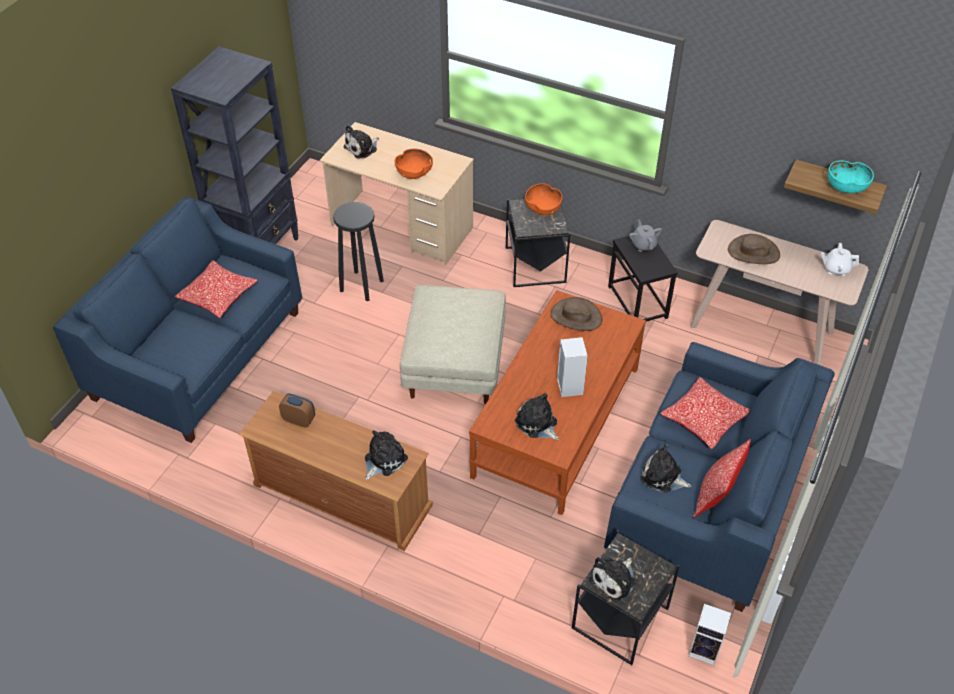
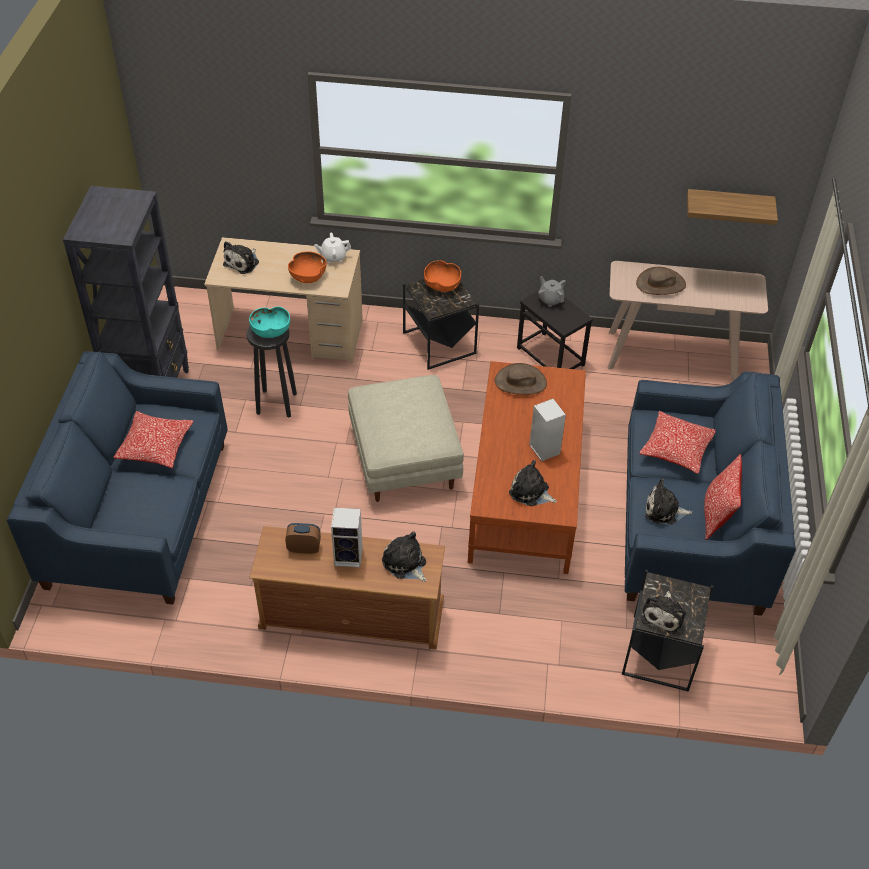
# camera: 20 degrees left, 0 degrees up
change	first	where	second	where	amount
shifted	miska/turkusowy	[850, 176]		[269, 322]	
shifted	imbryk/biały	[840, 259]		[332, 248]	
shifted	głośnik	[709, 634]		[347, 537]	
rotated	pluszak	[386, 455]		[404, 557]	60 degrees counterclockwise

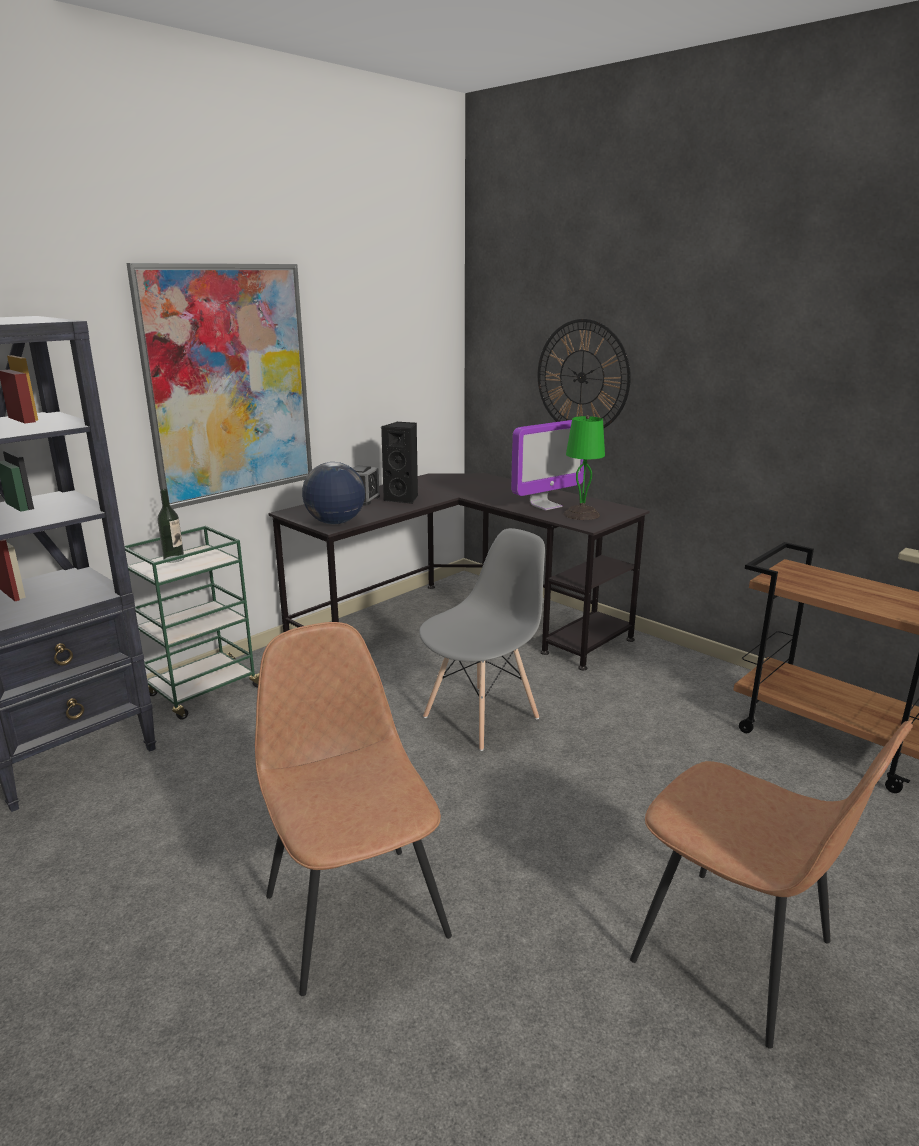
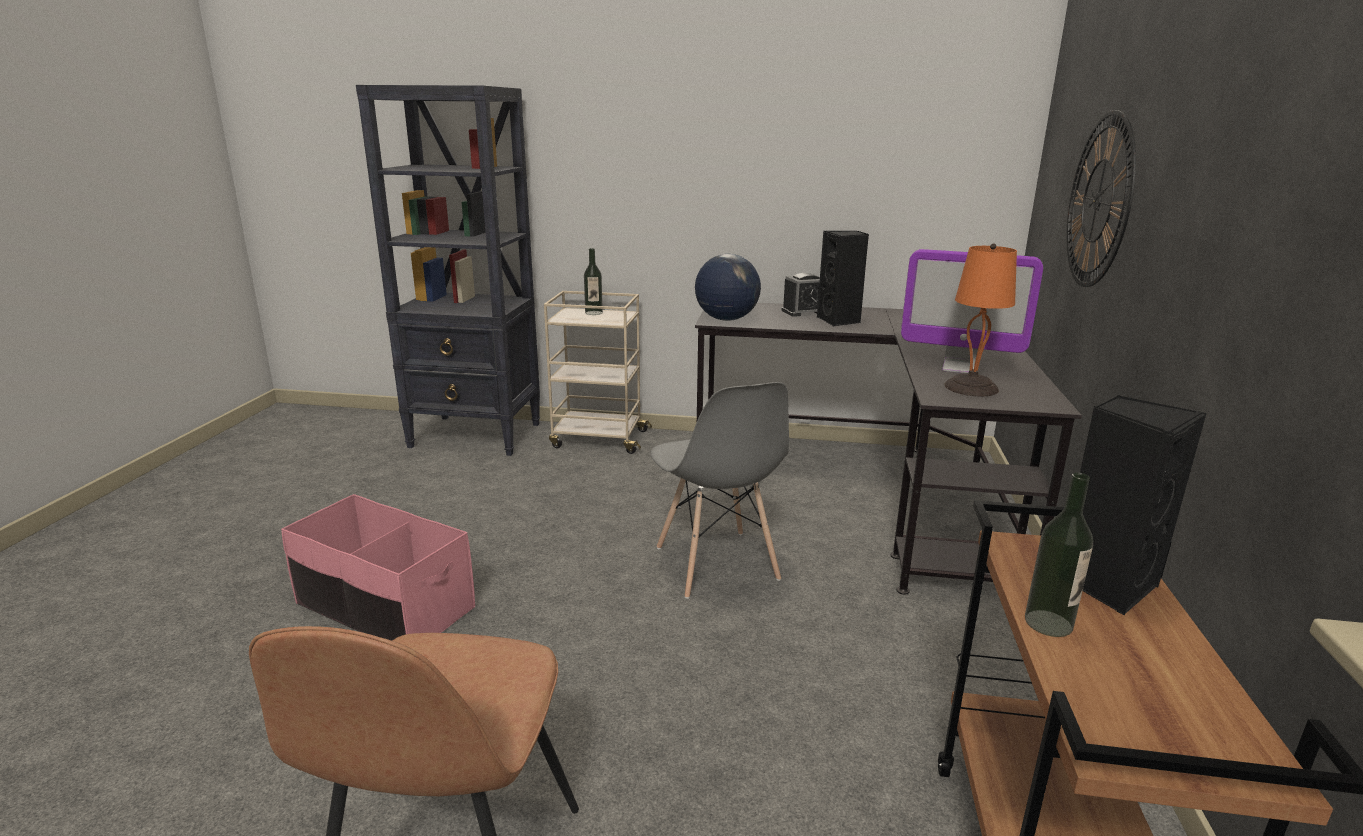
# camera: 55 degrees right, 0 degrees up
change	first	where	second	where	amount
swapped	krzesło/brązowy	[353, 809]	pojemnik do przechowywania/różowy	[378, 567]	
repainted	wózek/zielony	[191, 623]	wózek/beżowy	[598, 372]	
rotated	krzesło/szary	[482, 639]		[719, 490]	60 degrees clockwise
repainted	lampa stołowa/zielony	[584, 467]	lampa stołowa/pomarańczowy	[980, 319]	
new			butelka	[1059, 555]	
new			głośnik/czarny	[1143, 505]	
gone	obraz	[219, 386]			

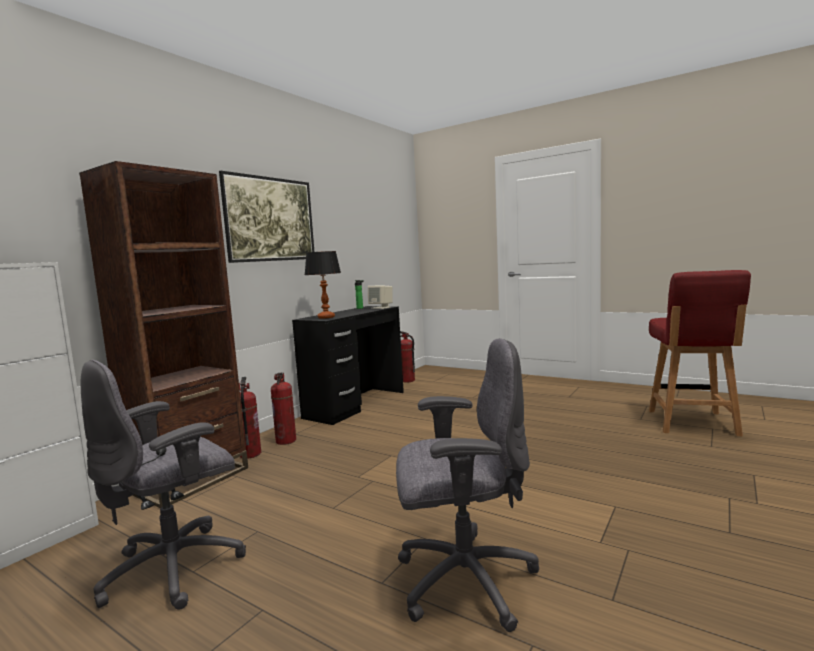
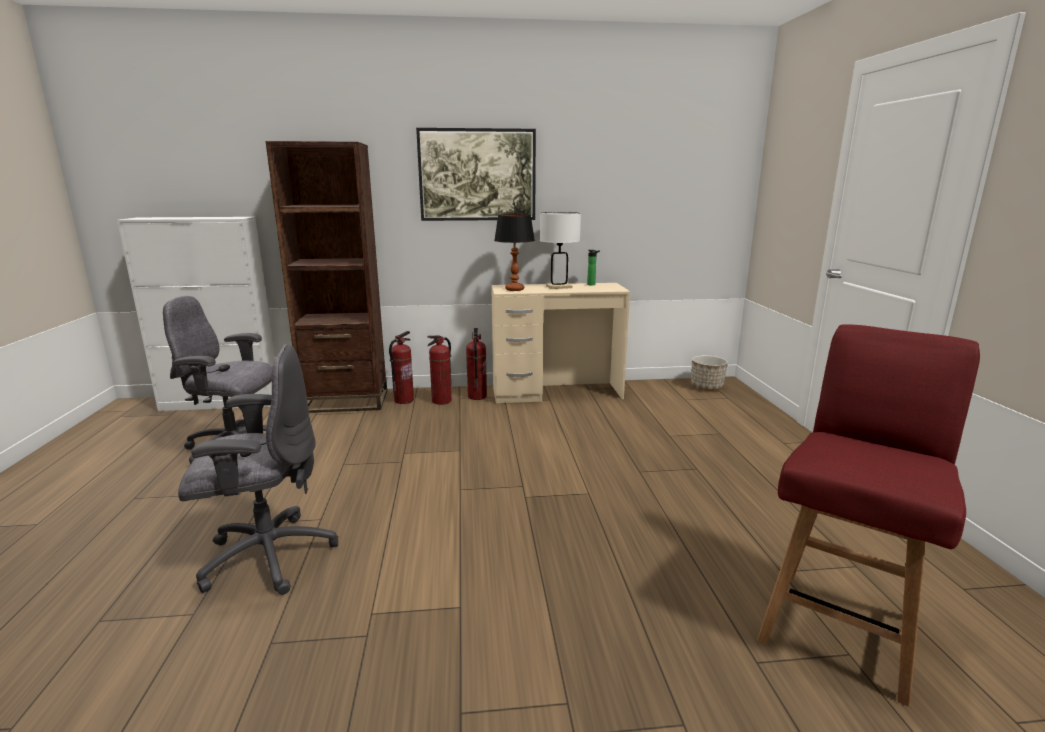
# camera: 50 degrees right, 10 degrees up
change	first	where	second	where	amount
rotated	krzesło biurowe/szary	[467, 485]		[258, 469]	60 degrees counterclockwise
shifted	gaśnica	[407, 357]		[476, 364]	
repainted	biurko/czarny	[348, 365]	biurko/beżowy	[560, 343]	
new			lampa stołowa/biały	[560, 250]	
new			donica	[709, 373]	
rotated	krzesło/czerwony	[700, 353]		[868, 515]	150 degrees clockwise
gone	głośnik/beżowy	[380, 297]			

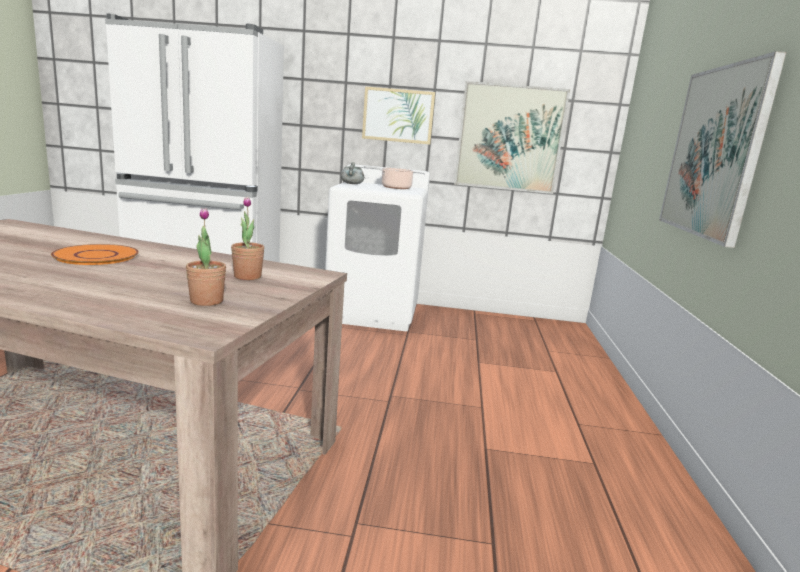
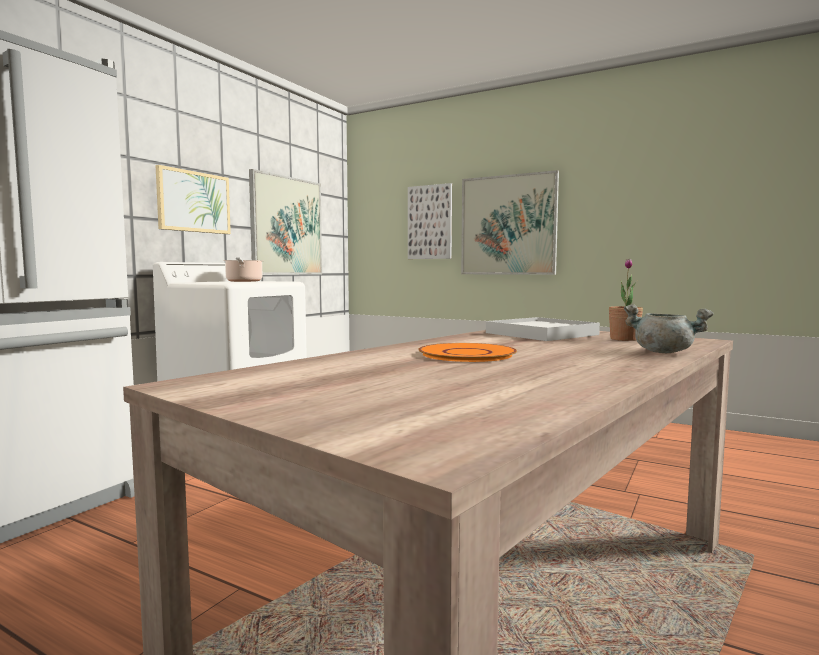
# camera: 65 degrees left, 10 degrees down
change	first	where	second	where	amount
new			obraz	[430, 221]	
swapped	roślina doniczkowa	[248, 238]	taca/biały	[543, 329]	
shifted	garnek/szary	[352, 173]		[668, 328]	

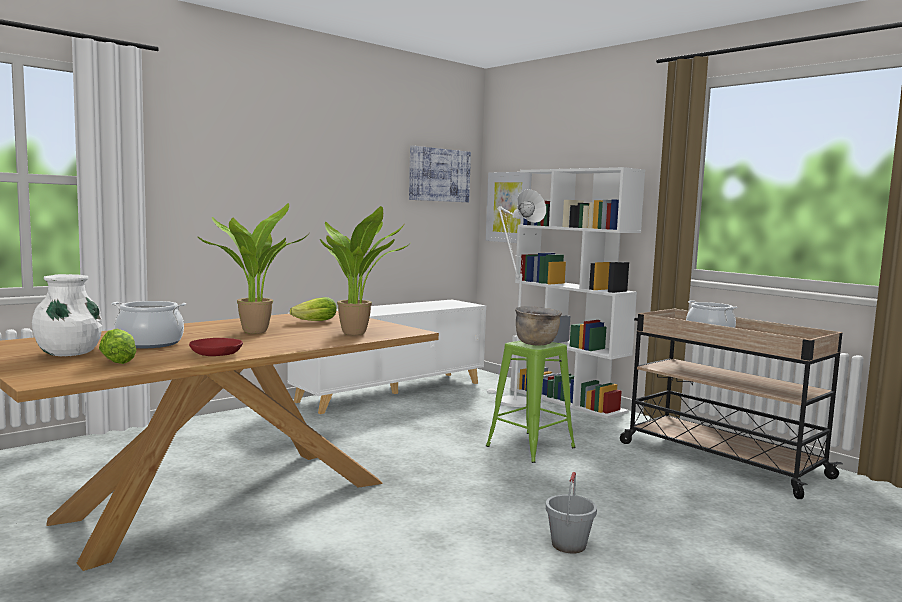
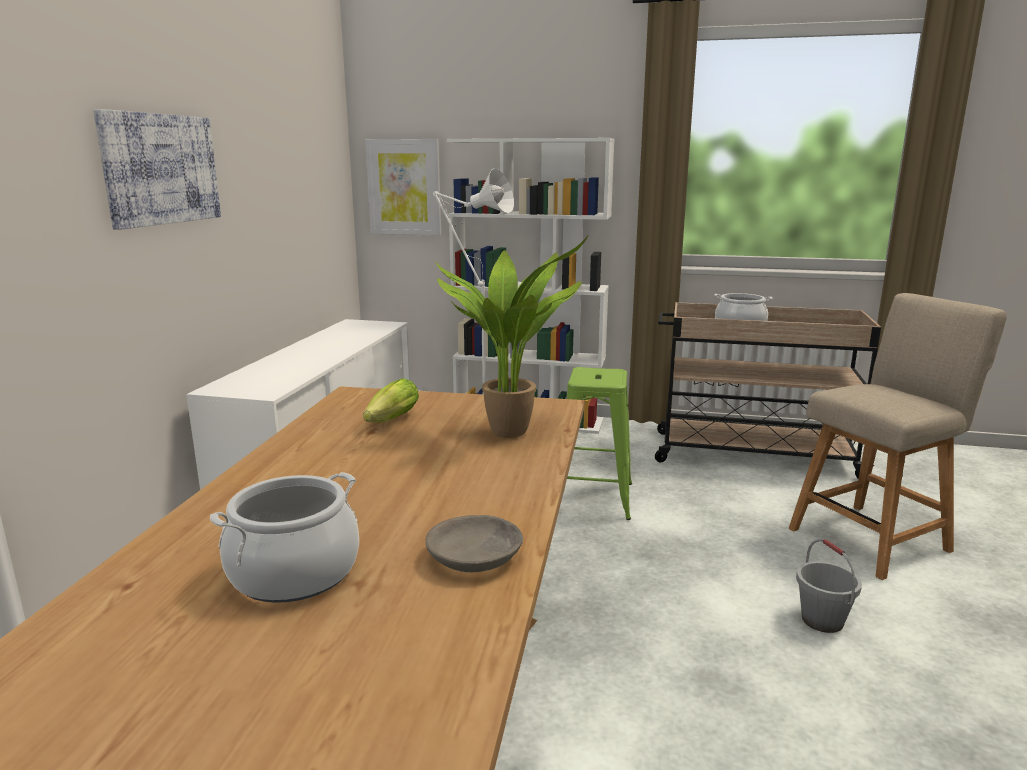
# camera: 35 degrees left, 10 degrees up
change	first	where	second	where	amount
shifted	obraz	[440, 174]		[157, 169]	
repainted	miska/czerwony	[216, 347]	miska/szary	[474, 543]	
new			krzesło/beżowy	[898, 436]	
gone	wazon/biały	[67, 315]			
gone	sałata	[118, 346]			
gone	roślina doniczkowa	[252, 268]			
gone	garnek/brązowy	[538, 326]			

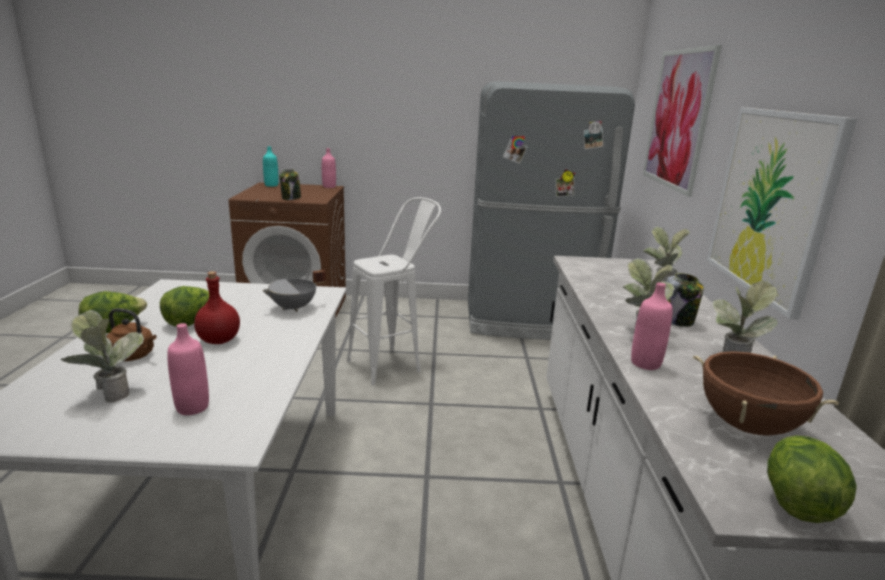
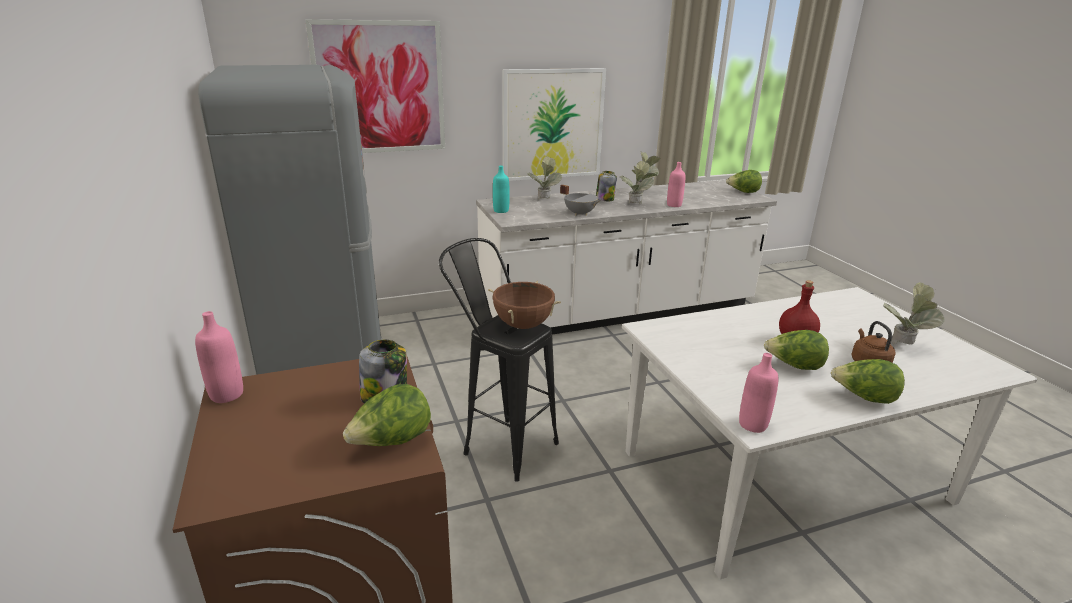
# camera: 110 degrees left, 5 degrees up
change	first	where	second	where	amount
new			sałata	[387, 415]	
repainted	stołek/biały	[394, 291]	stołek/czarny	[499, 360]	
shifted	garnek/brązowy	[766, 393]		[524, 305]	
shifted	butelka/turkusowy	[271, 166]		[501, 189]	
shifted	garnek/szary	[294, 291]		[579, 200]	
shifted	butelka/różowy	[188, 369]		[759, 393]	

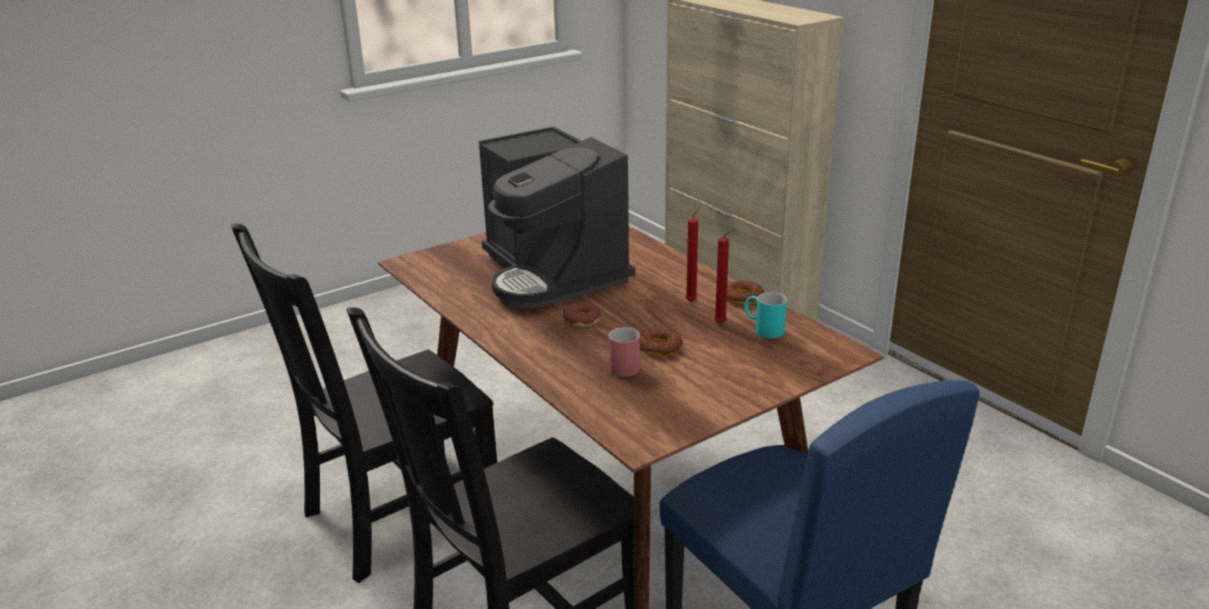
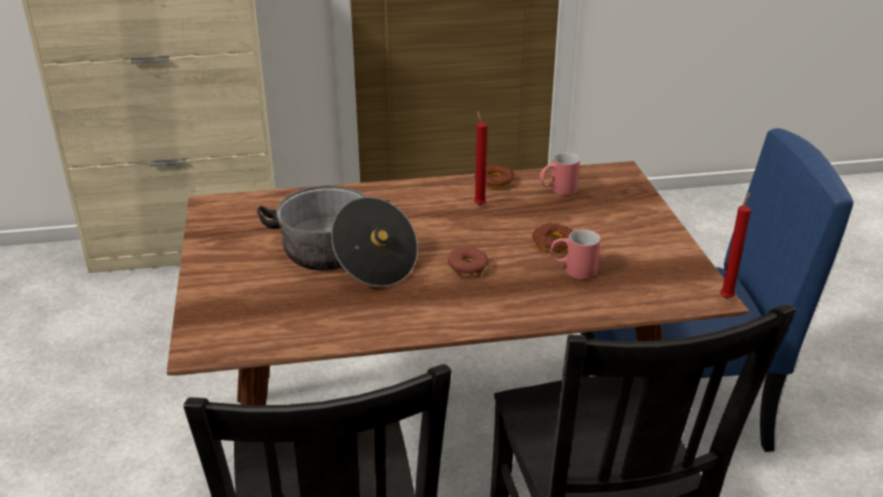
# camera: 65 degrees left, 5 degrees up
change	first	where	second	where	amount
swapped	ekspres do kawy	[557, 217]	garnek	[337, 236]	
repainted	kubek/turkusowy	[765, 315]	kubek/czerwony	[559, 174]	
shifted	świeca/czerwony	[724, 276]		[735, 245]	

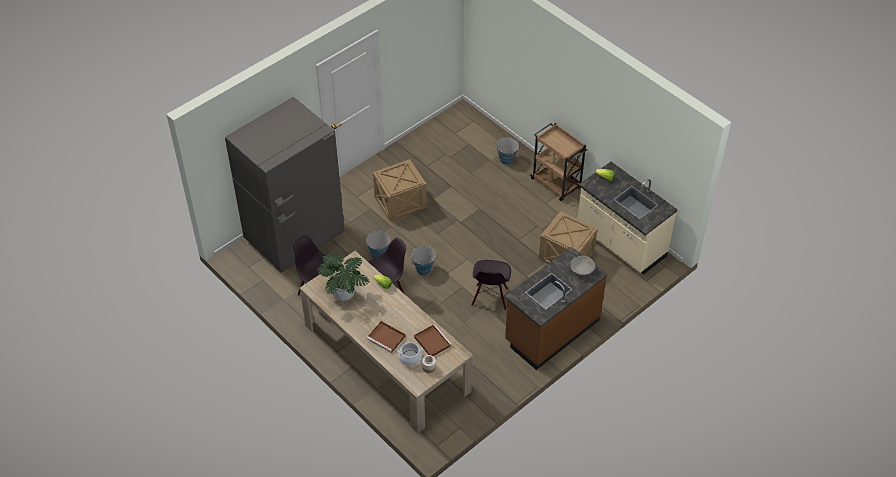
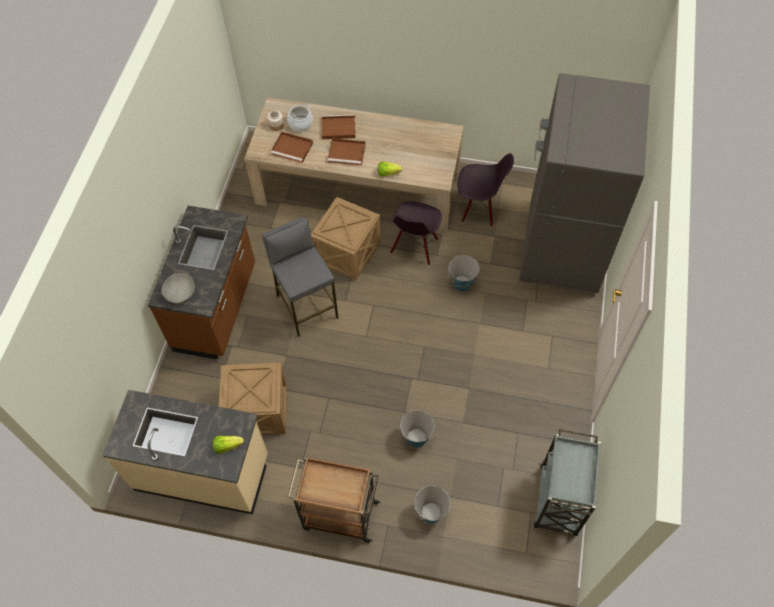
# camera: 145 degrees right, 10 degrees up
change	first	where	second	where	amount
swapped	krzesło/czarny	[491, 285]	stołek/szary	[300, 277]	
shifted	skrzynka	[400, 190]		[346, 238]	
new			taca/brązowy	[347, 152]	
shifted	wiadro	[423, 260]		[417, 429]	
new			wózek/szary	[567, 482]	
gone	roślina doniczkowa	[343, 277]			

